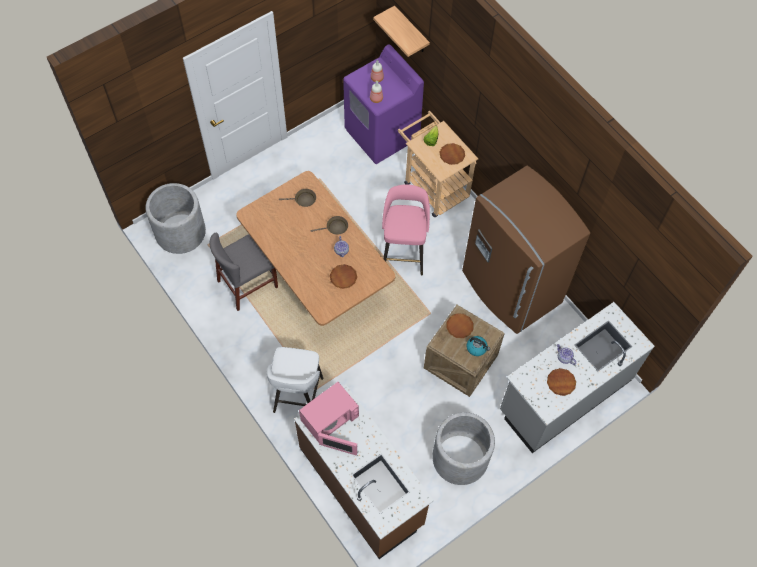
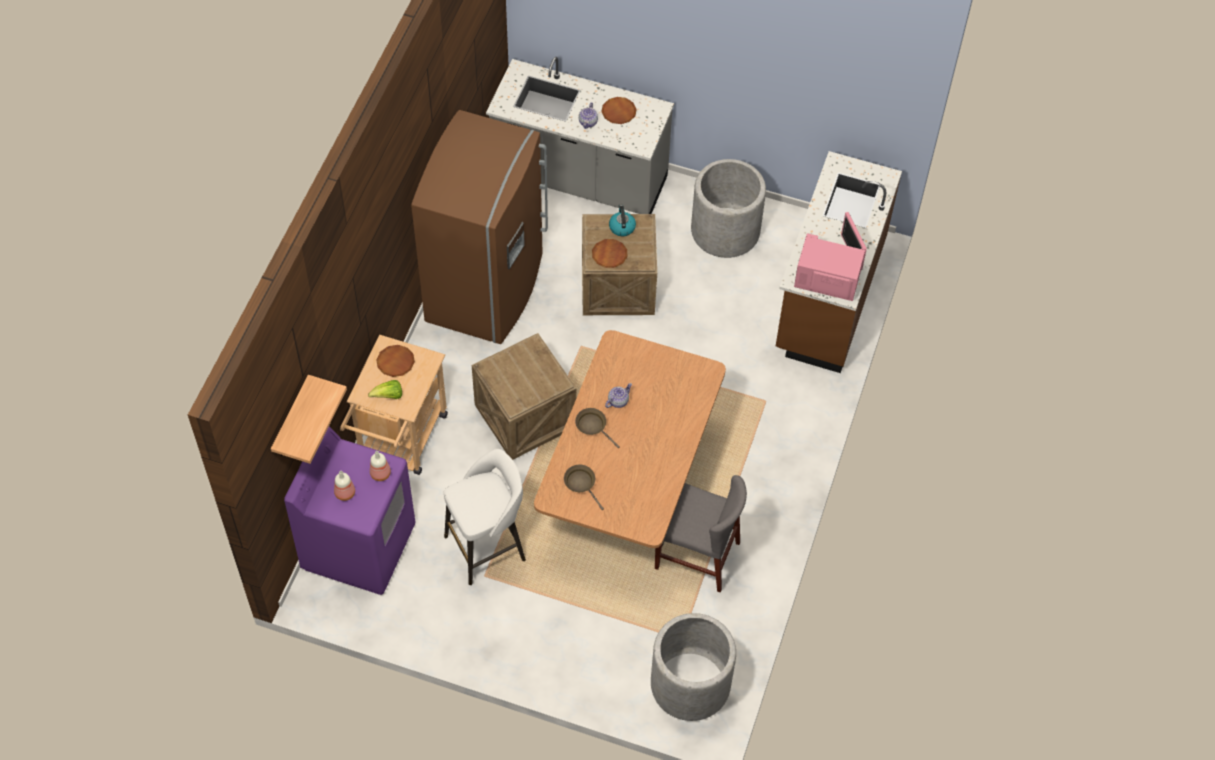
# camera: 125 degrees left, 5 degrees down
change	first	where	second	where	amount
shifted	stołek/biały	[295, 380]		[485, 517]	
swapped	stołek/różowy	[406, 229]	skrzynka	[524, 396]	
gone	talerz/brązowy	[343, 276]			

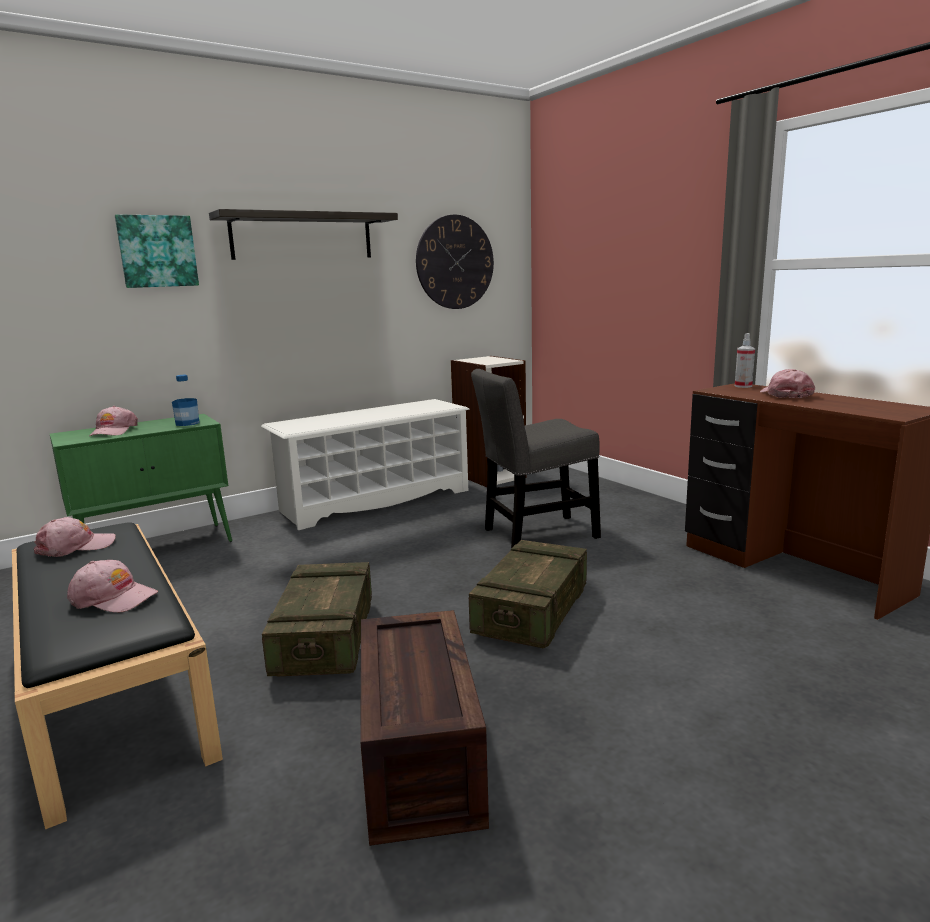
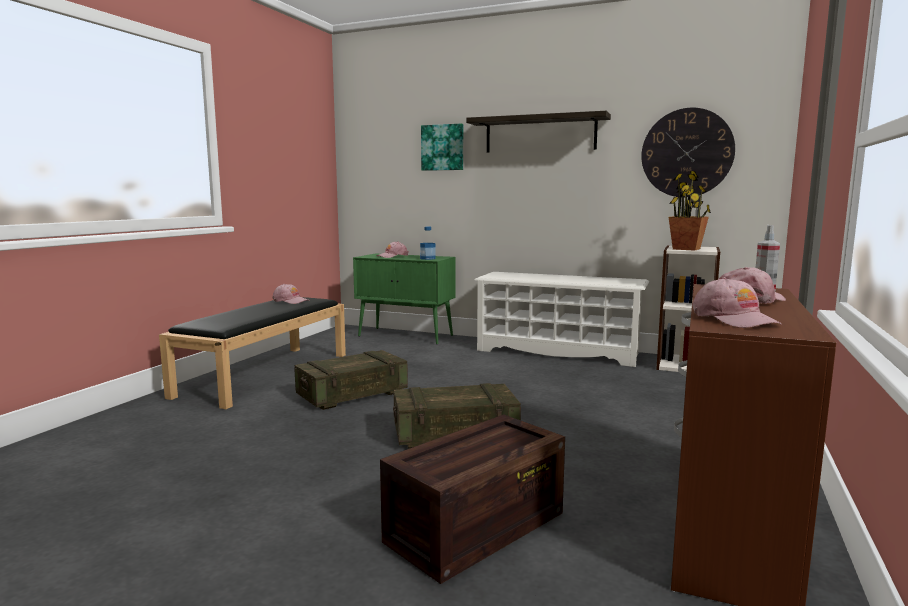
# camera: 55 degrees right, 5 degrees down
change	first	where	second	where	amount
shifted	skrzynka	[424, 728]		[472, 499]	
new			roślina doniczkowa	[690, 211]	
shifted	czapka z daszkiem/różowy	[112, 586]		[737, 302]	
gone	krzesło/szary	[536, 458]			

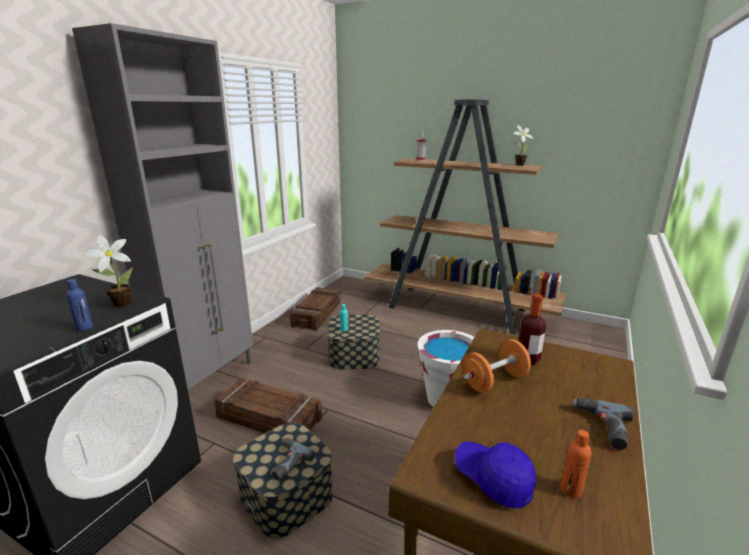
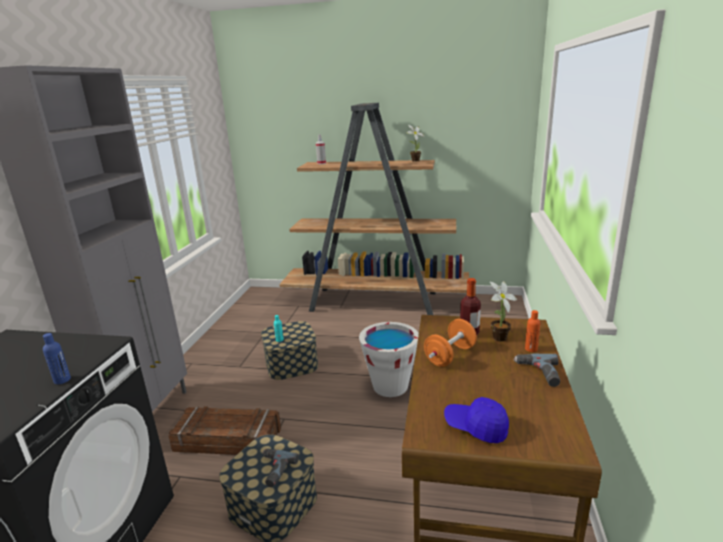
# camera: 15 degrees left, 0 degrees up
change	first	where	second	where	amount
shifted	roślina doniczkowa	[108, 271]		[503, 311]	
shifted	butelka/pomarańczowy	[576, 464]		[532, 331]	
gone	skrzynka	[315, 309]			

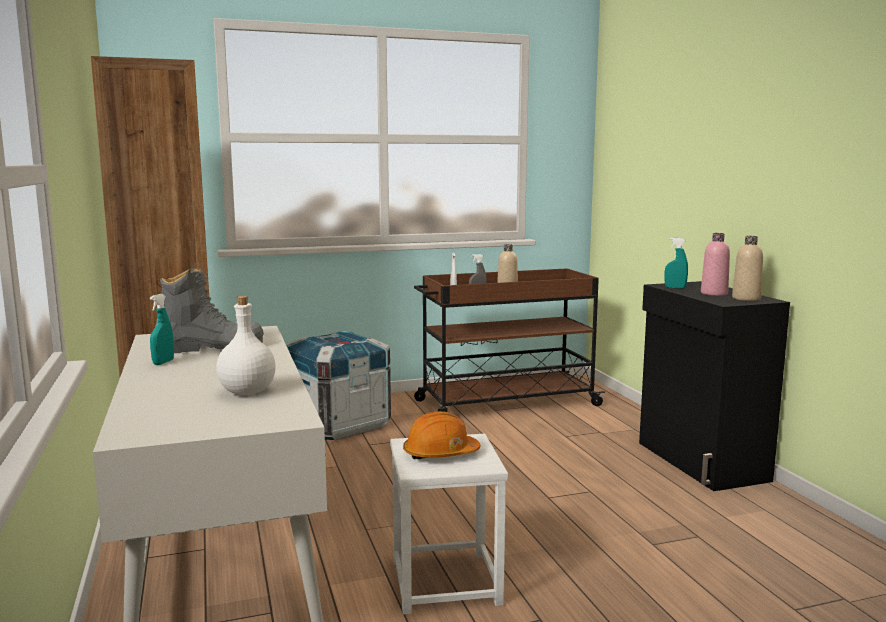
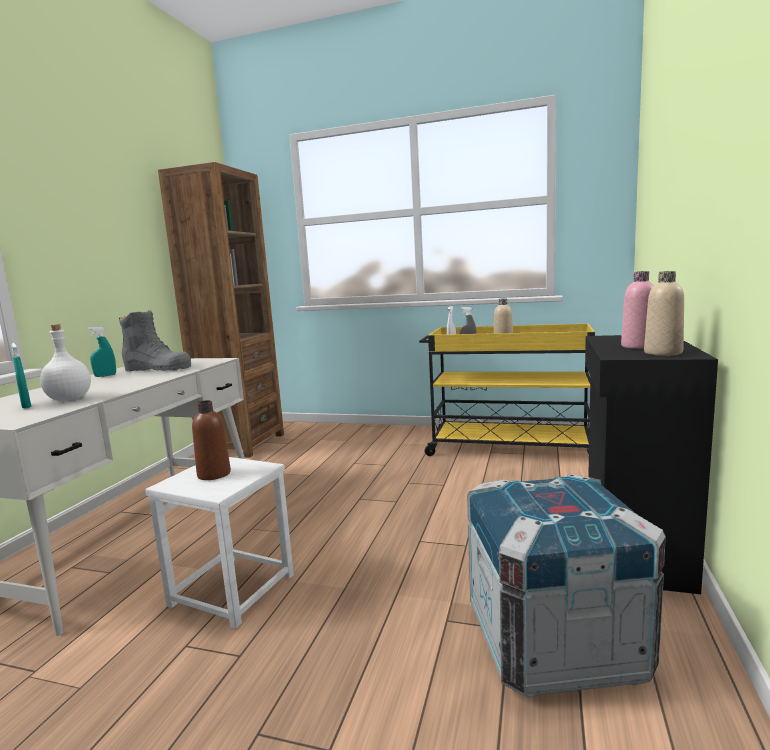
# camera: 35 degrees right, 0 degrees up
change	first	where	second	where	amount
shifted	spryskiwacz/turkusowy	[676, 263]		[21, 376]	
swapped	kask/pomarańczowy	[442, 435]	butelka/brązowy	[211, 440]	
repainted	wózek/brązowy	[509, 340]	wózek/żółty	[507, 390]	
shifted	skrzynka	[338, 385]		[566, 585]	

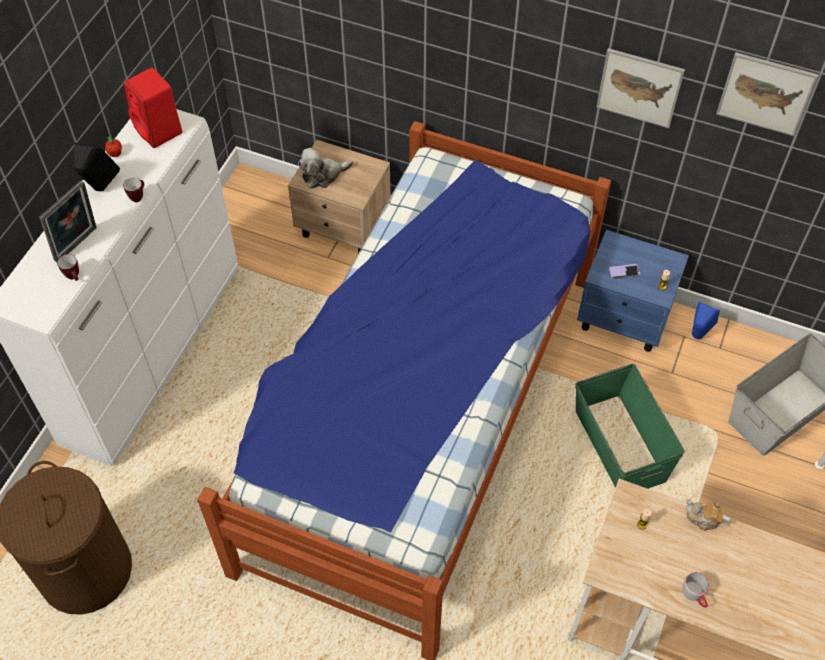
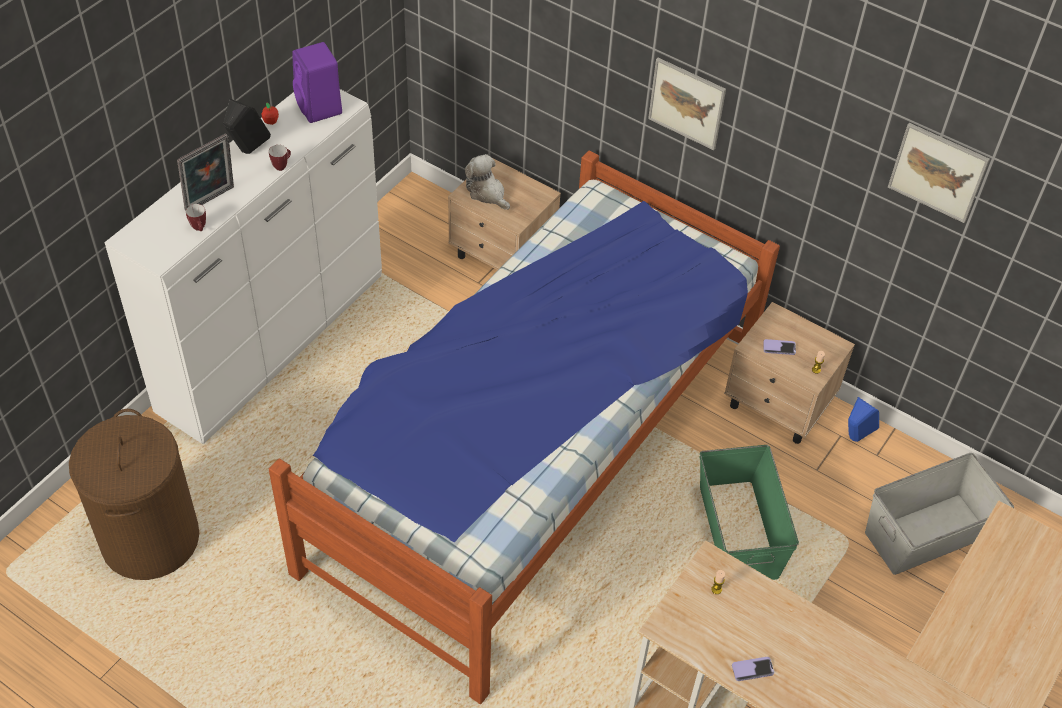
# camera: 10 degrees right, 5 degrees down
change	first	where	second	where	amount
repainted	głośnik/czerwony	[153, 108]	głośnik/fioletowy	[317, 82]	
rotated	pluszak	[325, 168]		[487, 182]	60 degrees clockwise
shifted	obraz	[640, 88]		[687, 104]	
repainted	szafka nocna/niebieski	[633, 291]	szafka nocna/beżowy	[789, 373]	
swapped	kubek/szary	[696, 590]	telefon	[753, 669]	
gone	imbryk	[708, 515]			

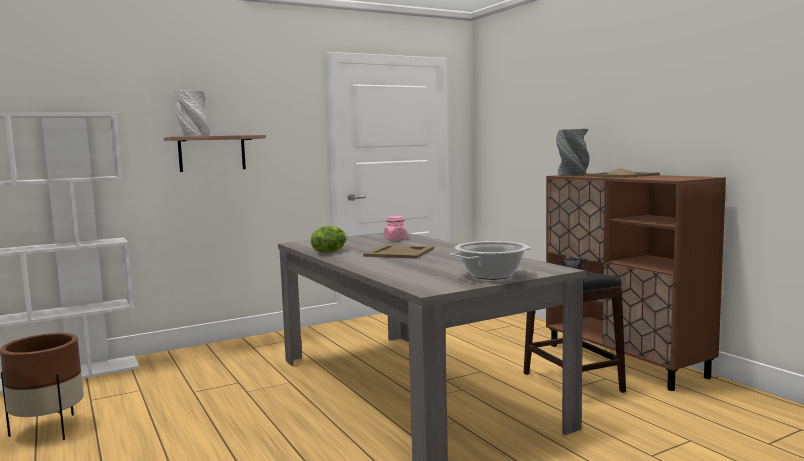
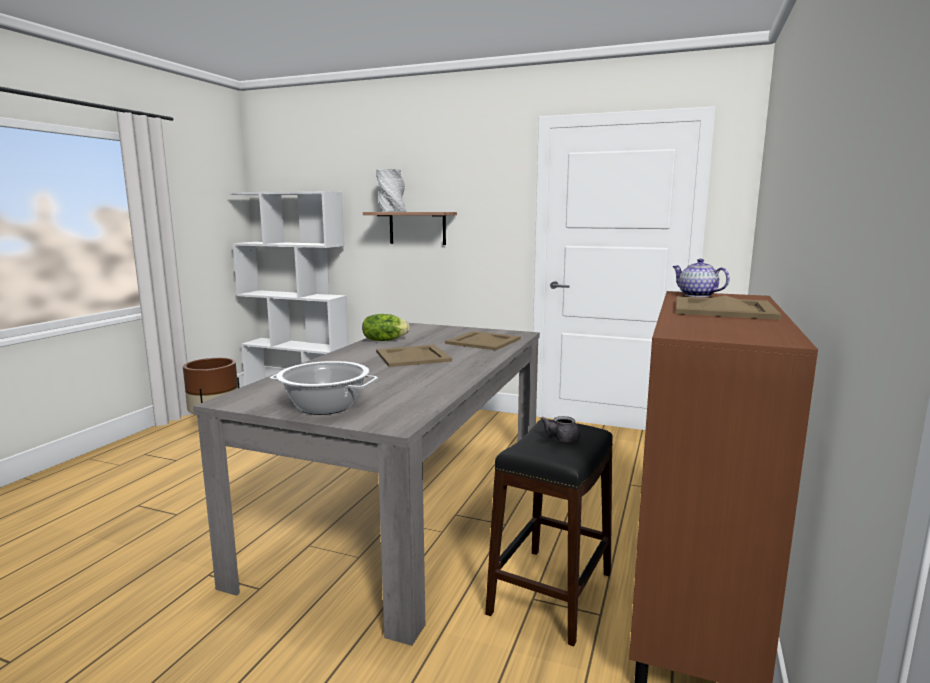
# camera: 50 degrees right, 5 degrees up
change	first	where	second	where	amount
swapped	słoik/różowy	[395, 228]	taca/beżowy	[483, 340]	
swapped	wazon/szary	[572, 152]	imbryk	[701, 278]	

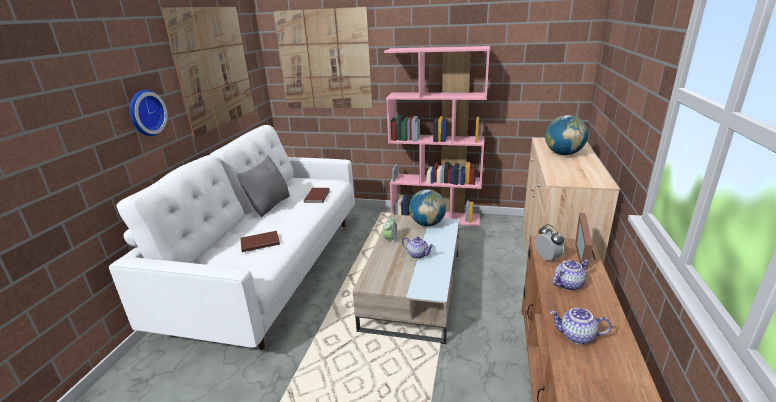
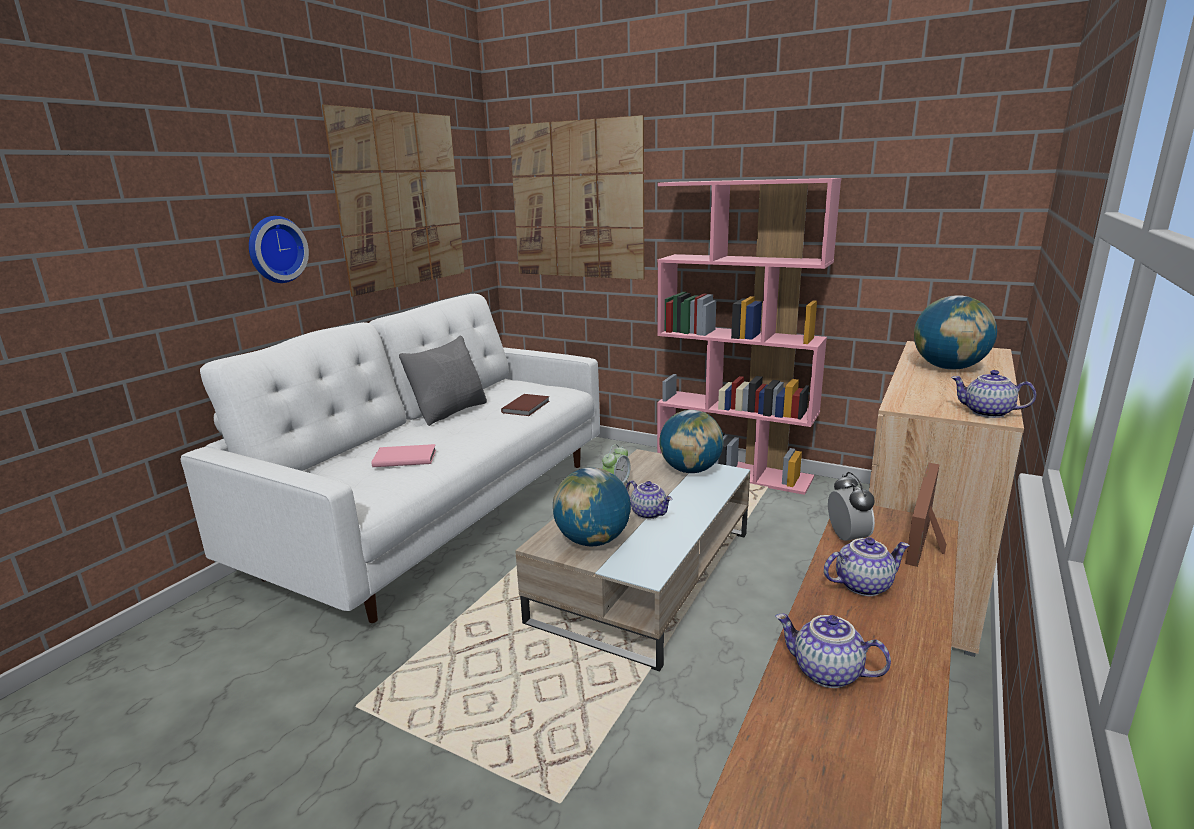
# camera: 15 degrees right, 5 degrees down
change	first	where	second	where	amount
repainted	książka/brązowy	[260, 241]	książka/różowy	[404, 455]	
new			globus	[592, 506]	
new			imbryk	[993, 394]	

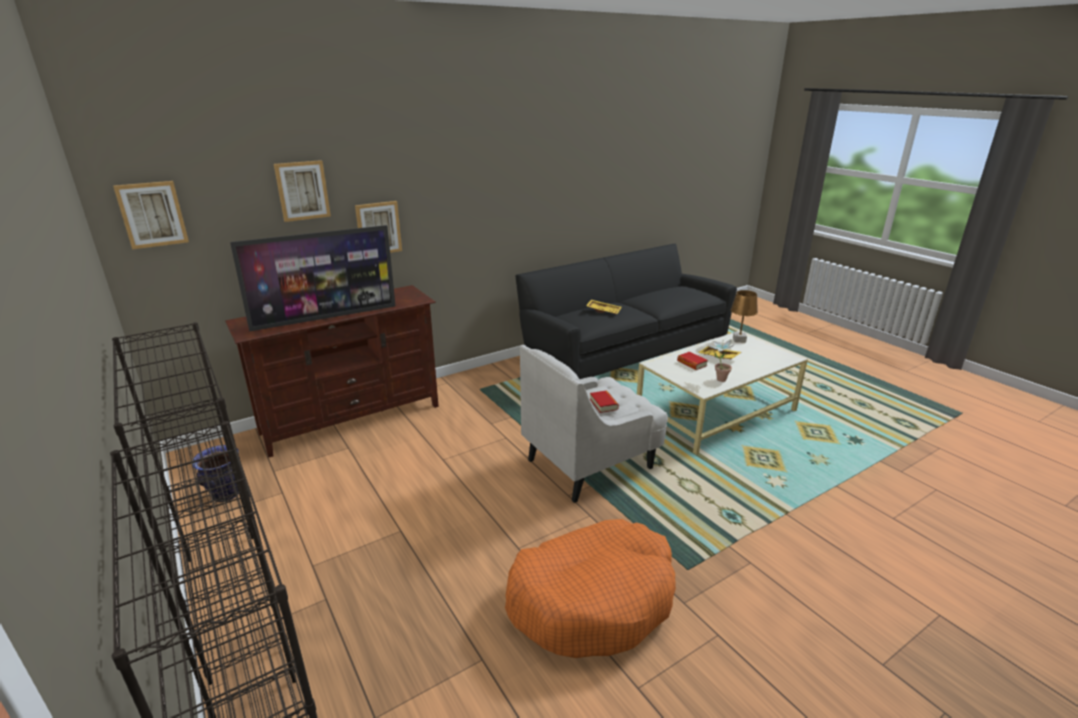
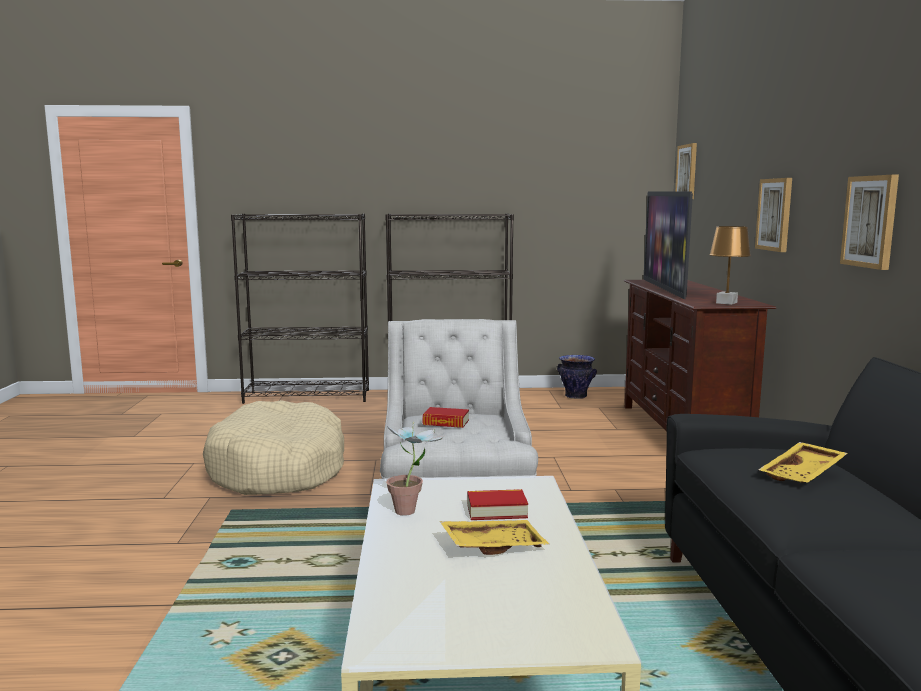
# camera: 120 degrees right, 15 degrees down
change	first	where	second	where	amount
repainted	legowisko/pomarańczowy	[590, 588]	legowisko/beżowy	[273, 447]	
shifted	lampa stołowa/brązowy	[744, 316]		[730, 265]	
shifted	obraz	[302, 191]		[869, 222]	

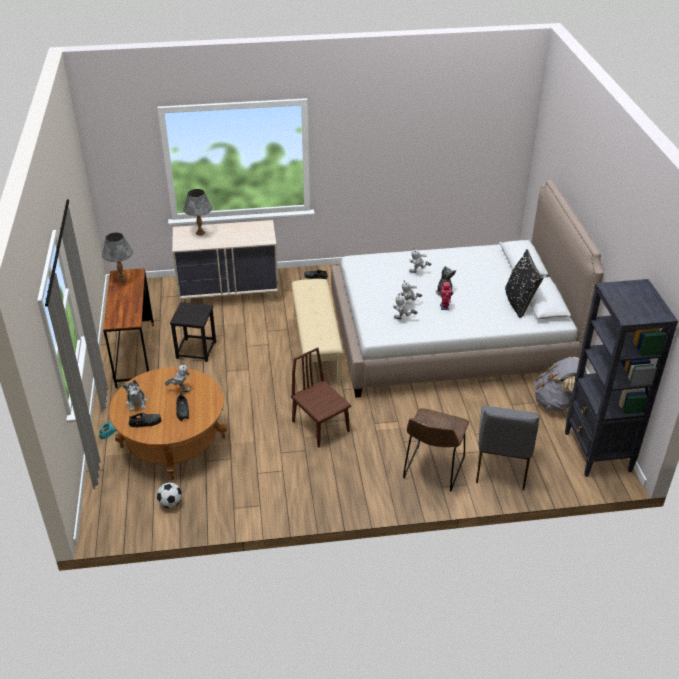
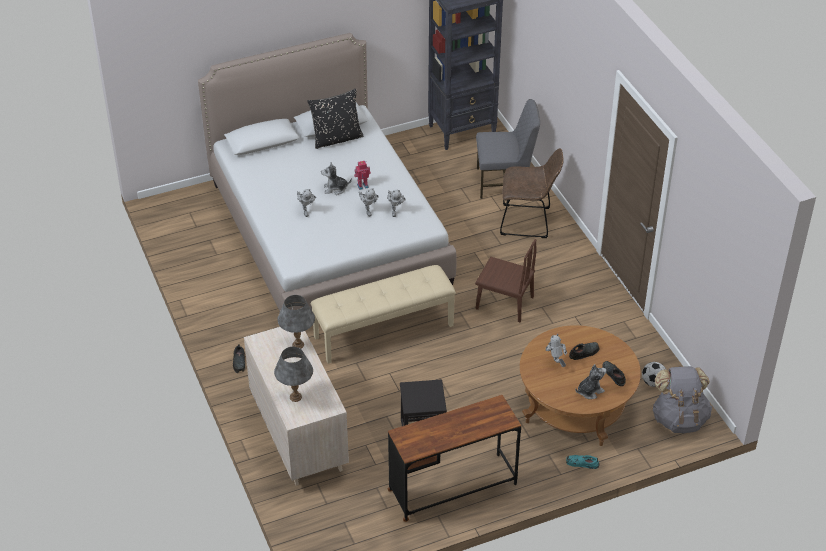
# camera: 105 degrees left, 5 degrees up
change	first	where	second	where	amount
shifted	lampa stołowa/szary	[117, 257]		[296, 322]	
rotated	krzesło/brązowy	[321, 397]		[505, 280]	105 degrees counterclockwise
shifted	plecak/szary	[560, 384]		[682, 399]	

